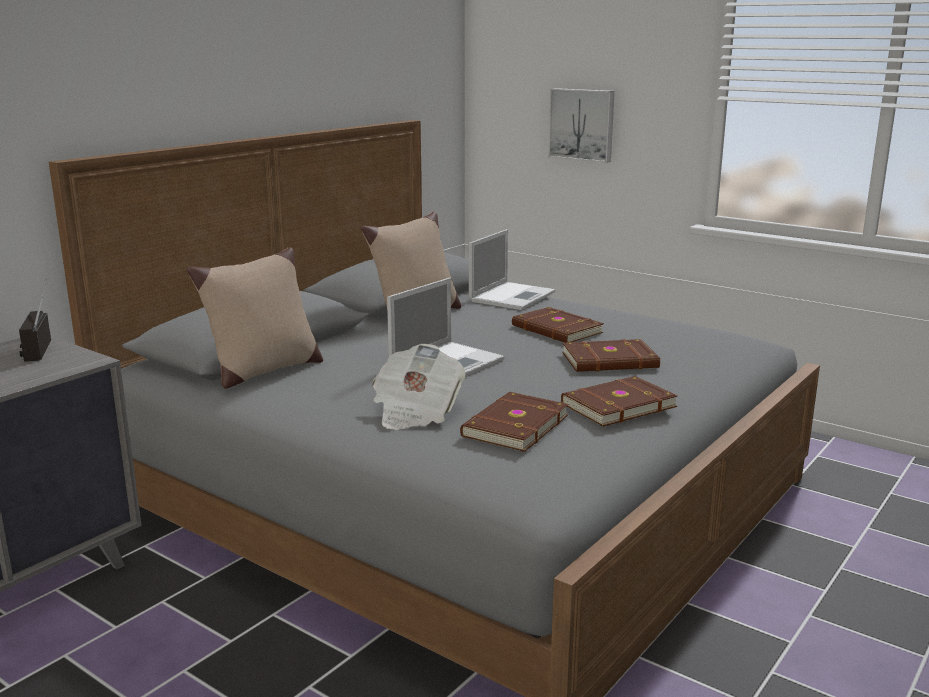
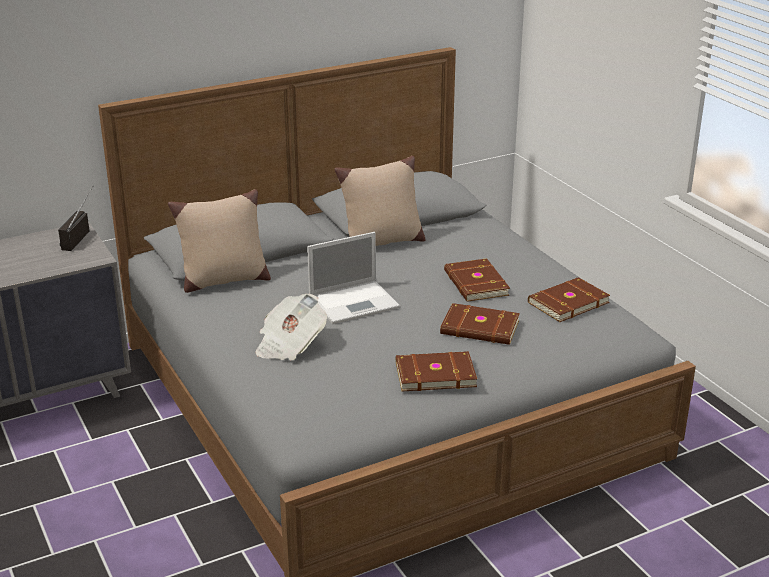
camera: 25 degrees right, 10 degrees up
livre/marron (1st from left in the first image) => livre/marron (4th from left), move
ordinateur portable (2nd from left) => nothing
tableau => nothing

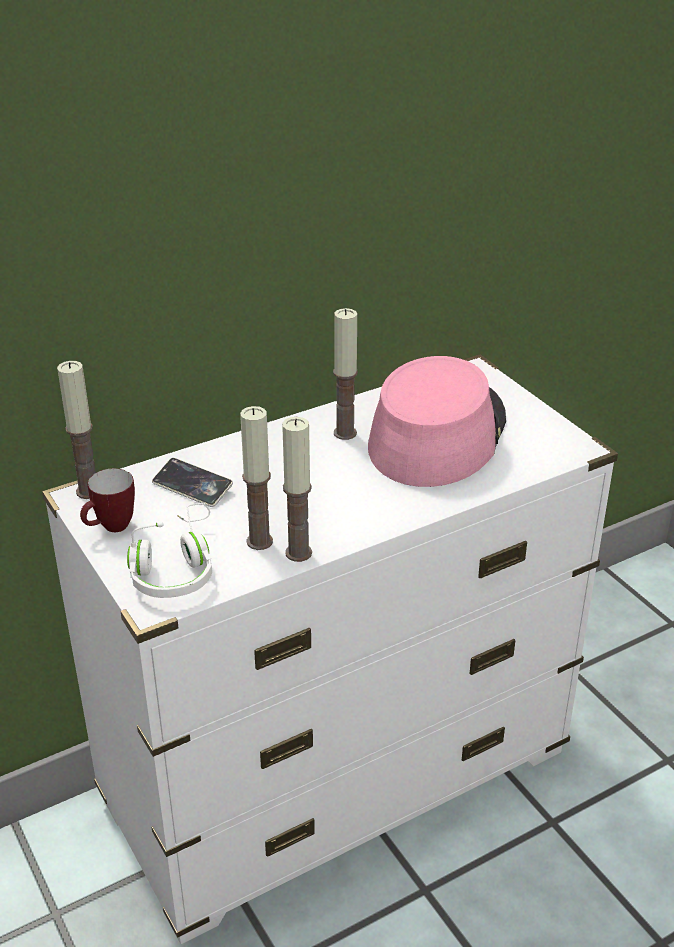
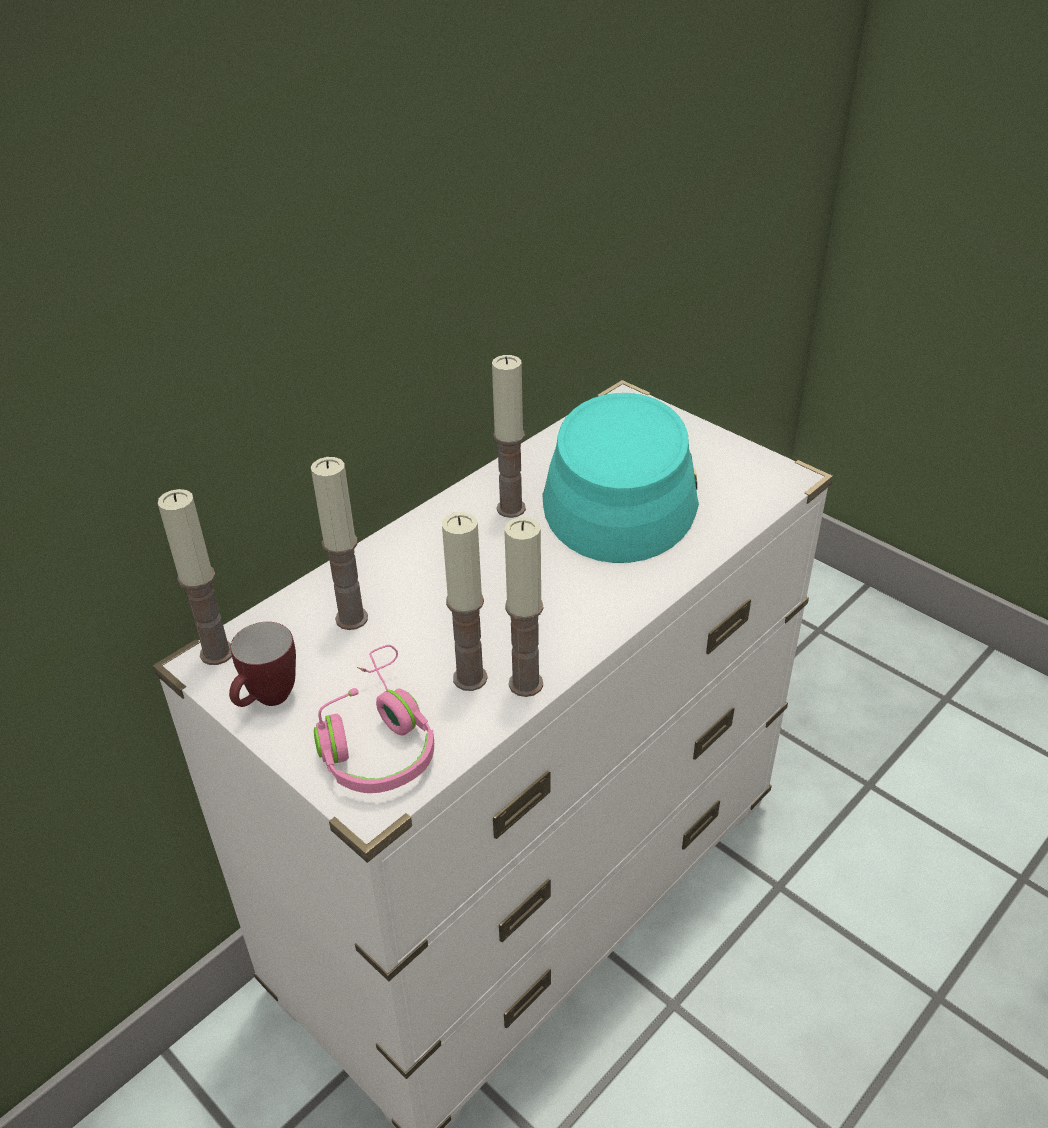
camera: 15 degrees left, 5 degrees up
casque audio/blanc => casque audio/rose
téléphone => bougie (2nd from left)
chapeau/rose => chapeau/turquoise

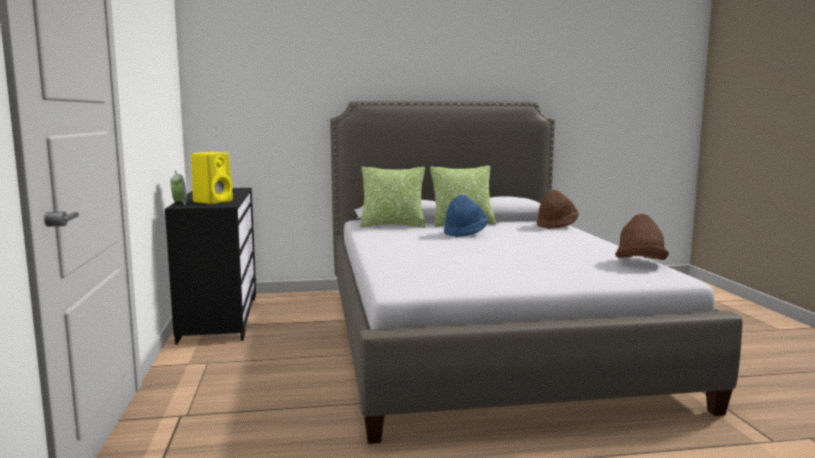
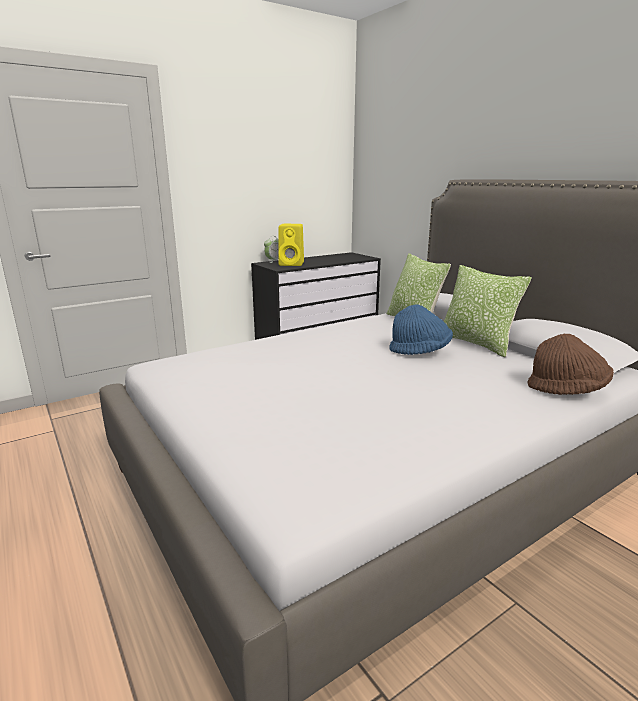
camera: 65 degrees right, 10 degrees up
chapeau/marron (2nd from left) => nothing

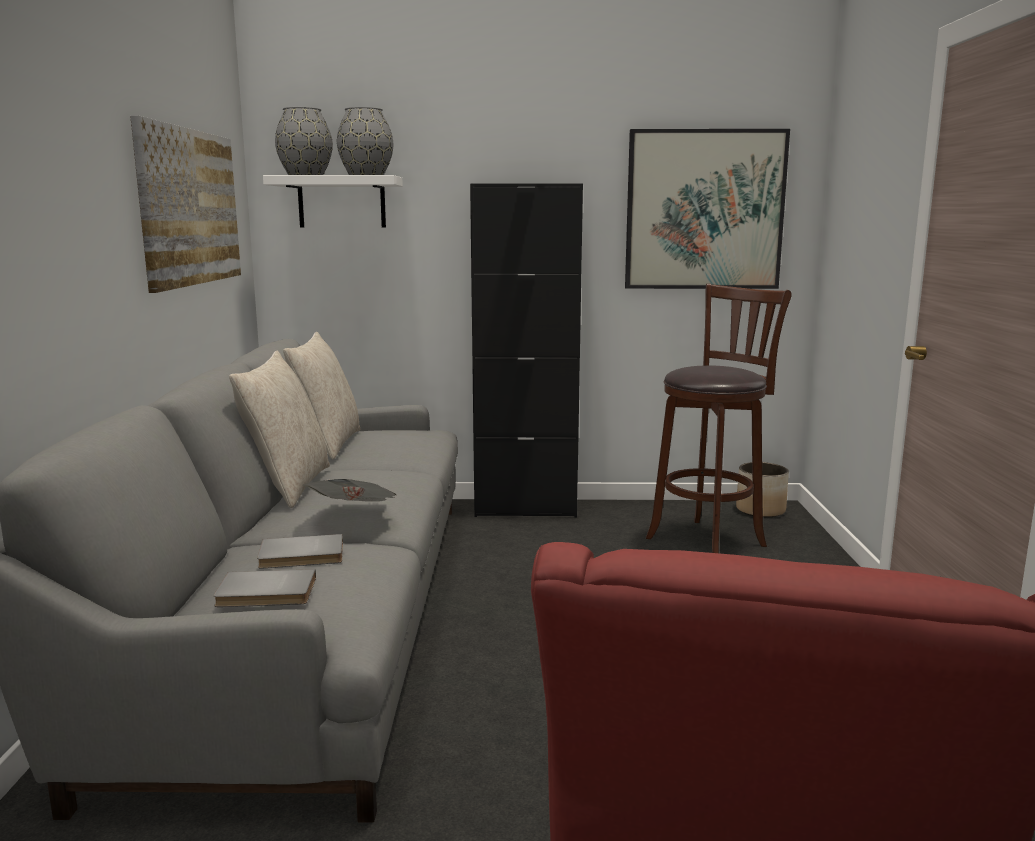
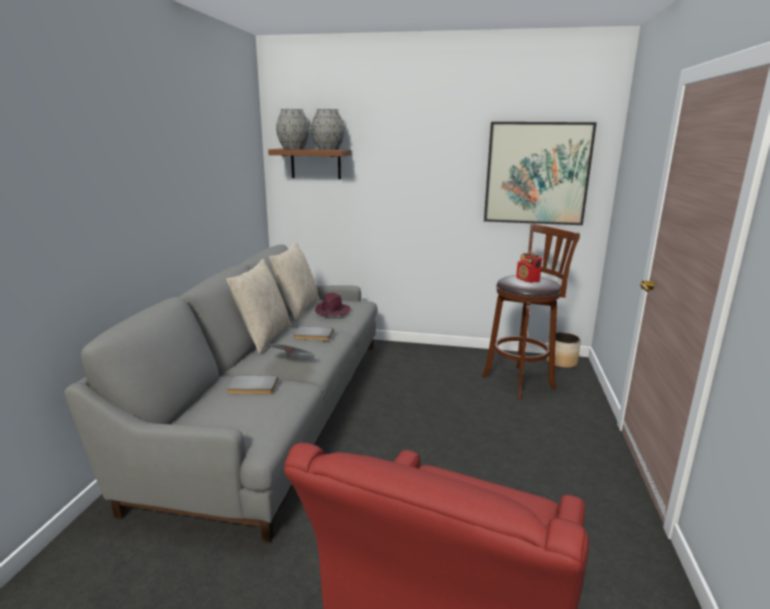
camera: 10 degrees right, 5 degrees up
tableau (1st from left) => nothing
livre/gris (1st from left in the first image) => livre/gris (2nd from left), move
étagère/blanc => étagère/marron
meuble de rangement/noir => nothing
nothing => chapeau/violet
nothing => radio

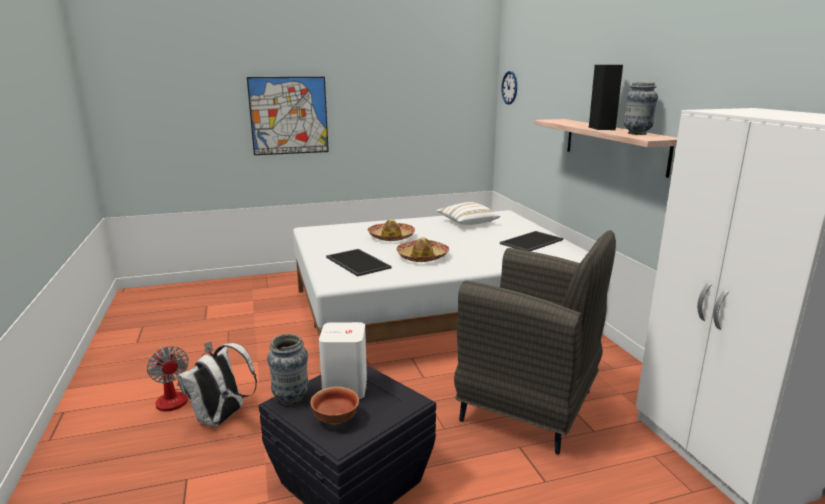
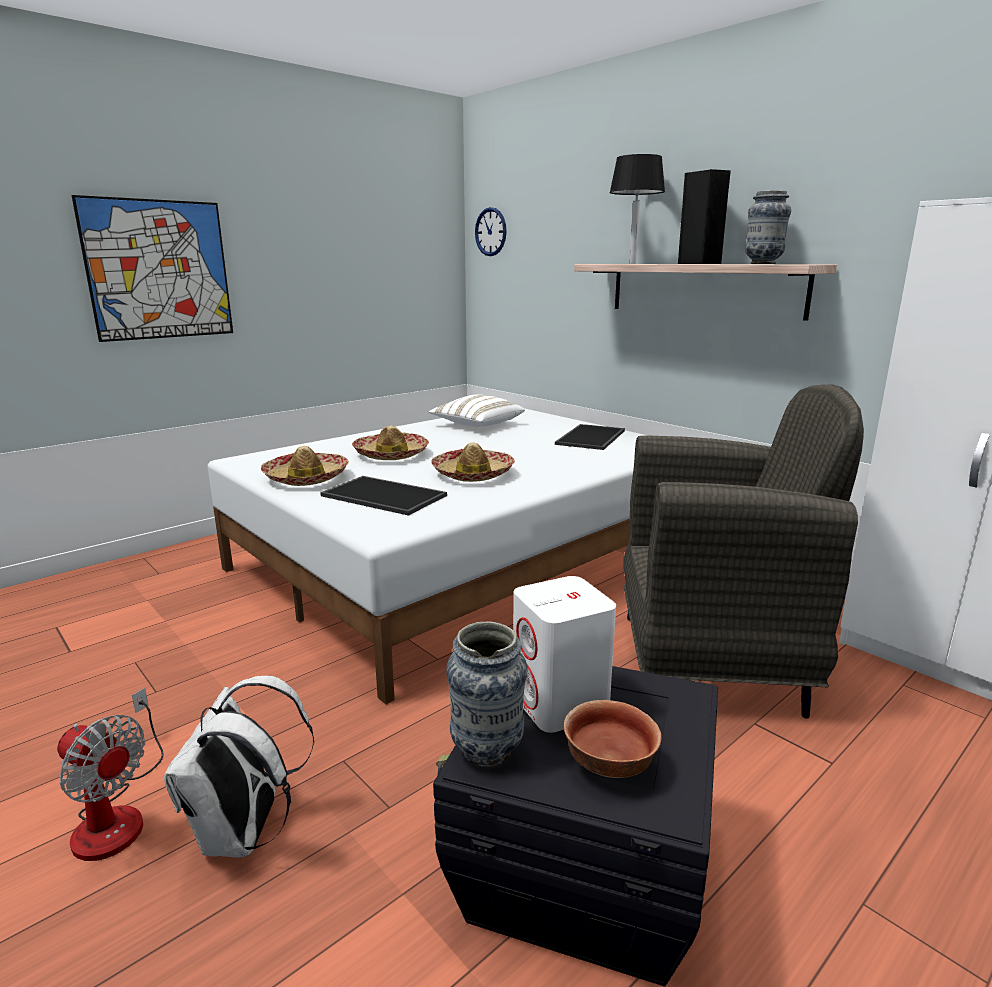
camera: 25 degrees left, 0 degrees up
nothing => chapeau (1st from left)
nothing => lampe de table/noir

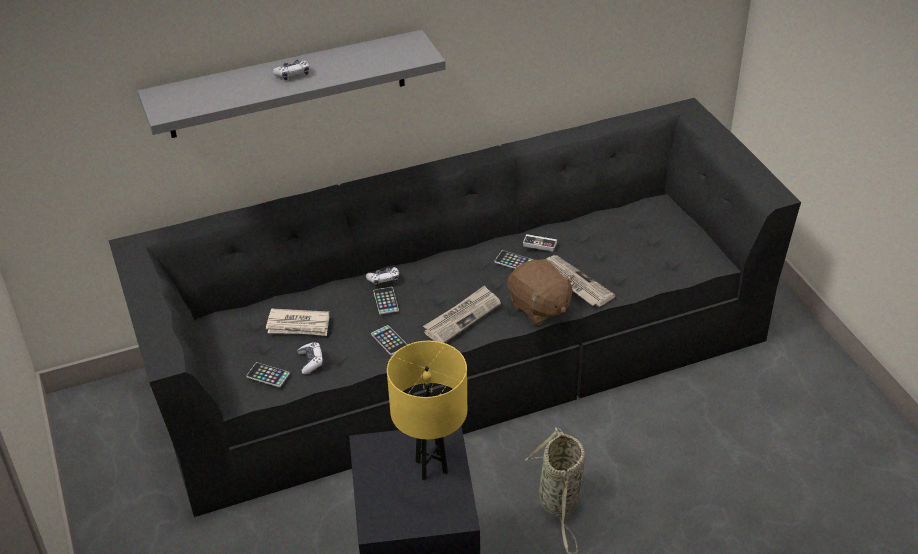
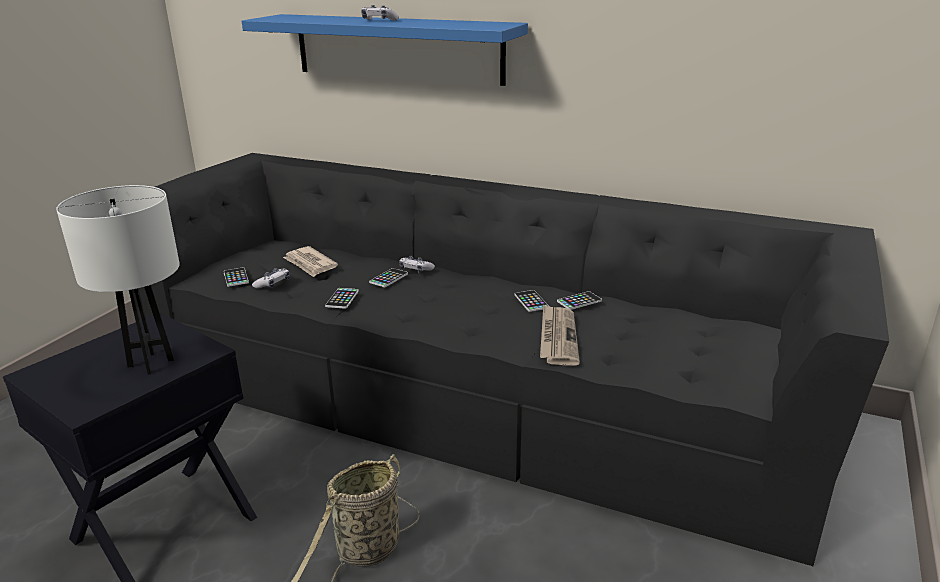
camera: 45 degrees right, 15 degrees down
étagère/gris => étagère/bleu
lampe de table/jaune => lampe de table/blanc
journal (2nd from left) => nothing
peluche/marron => nothing
manette (4th from left) => téléphone (5th from left)

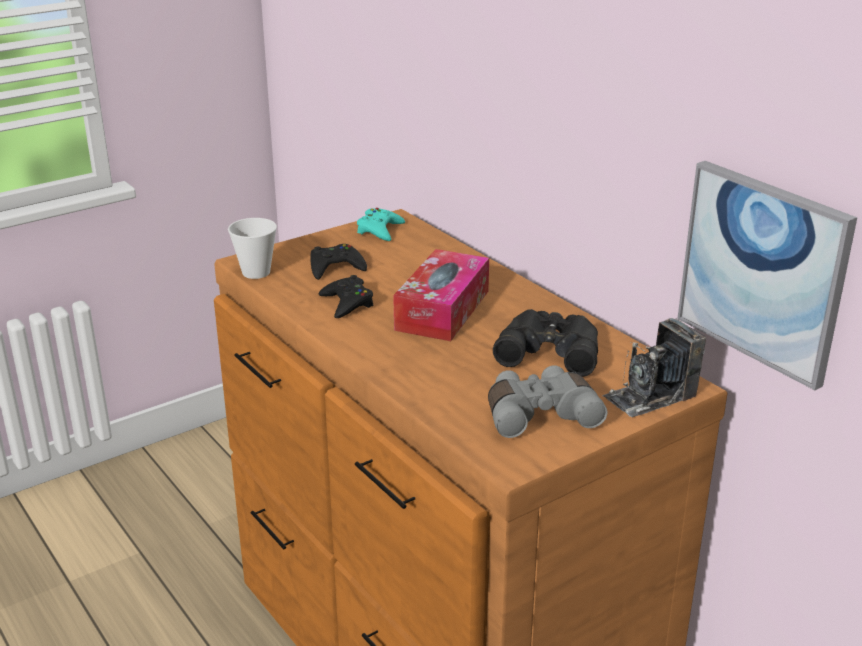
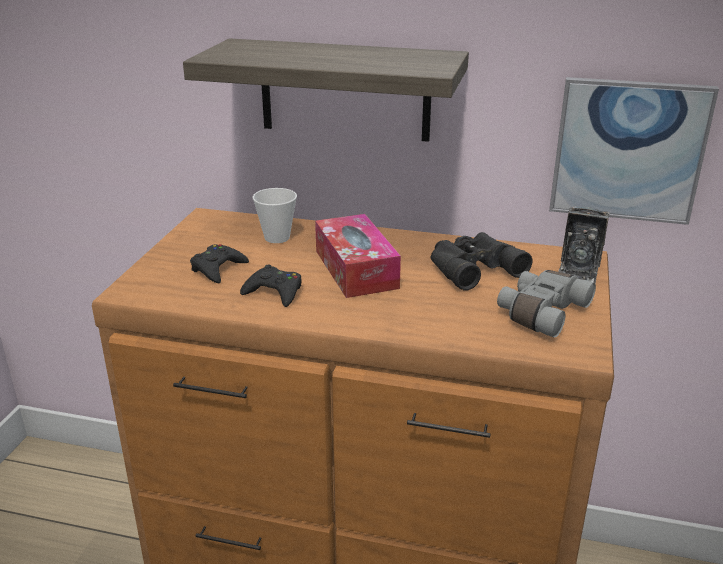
camera: 40 degrees left, 0 degrees up
tasse, move
manette/turquoise => nothing
nothing => étagère

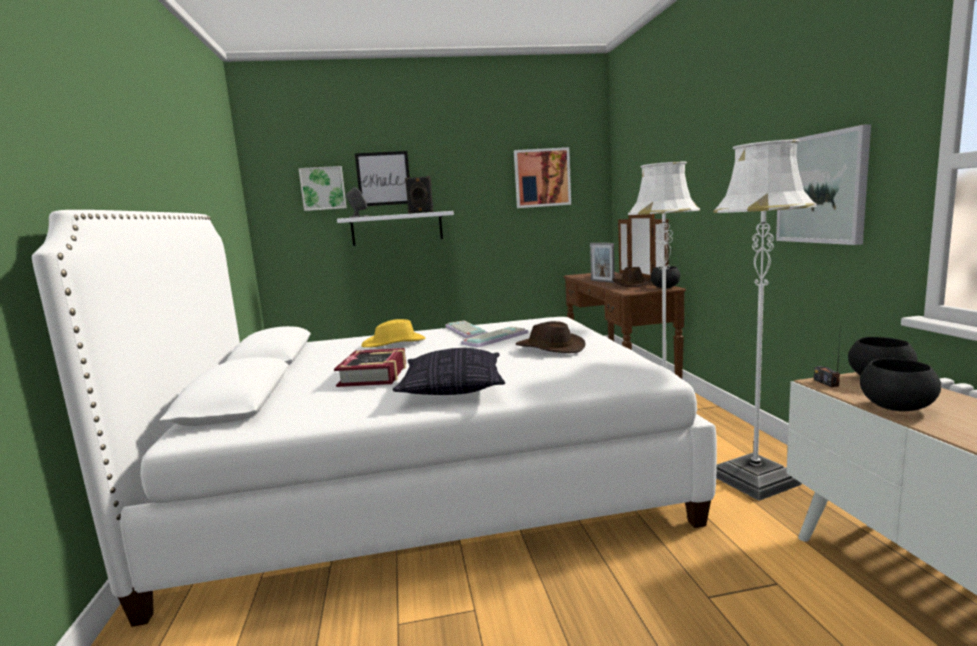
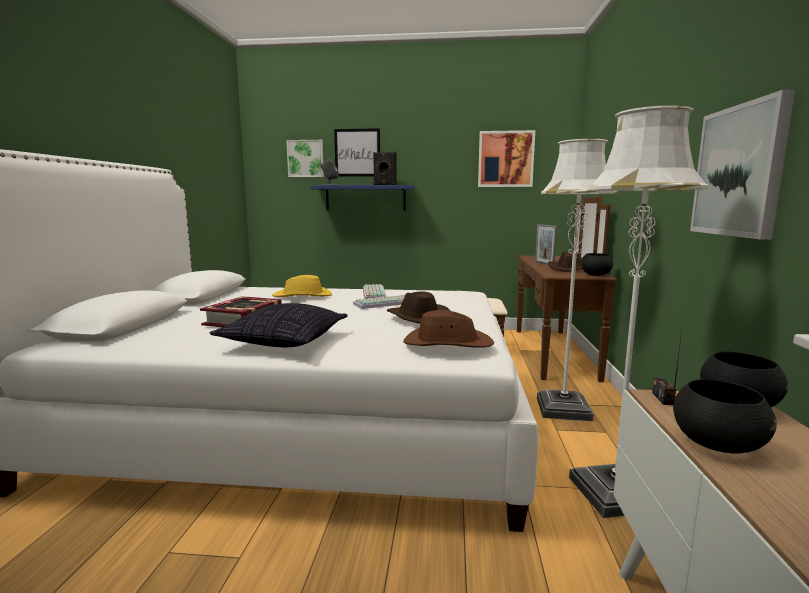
camera: 15 degrees right, 0 degrees up
étagère/blanc => étagère/bleu
nothing => chapeau/marron (2nd from left)

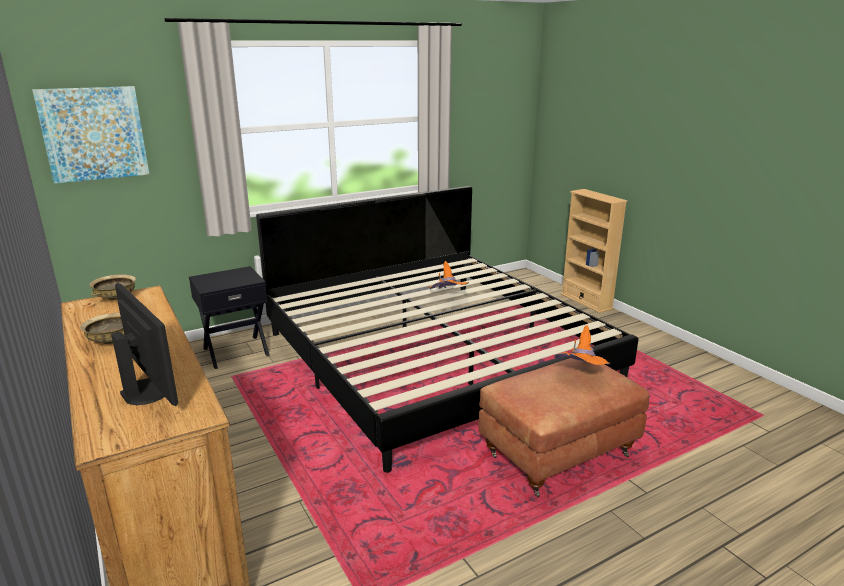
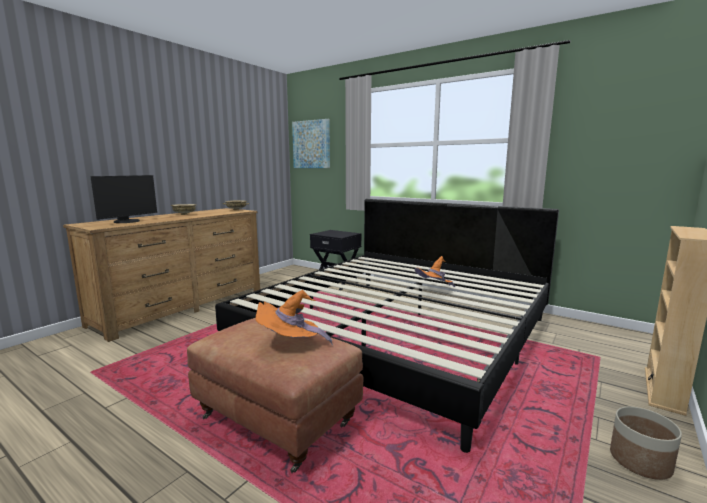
camera: 65 degrees right, 10 degrees down
nothing => cache-pot

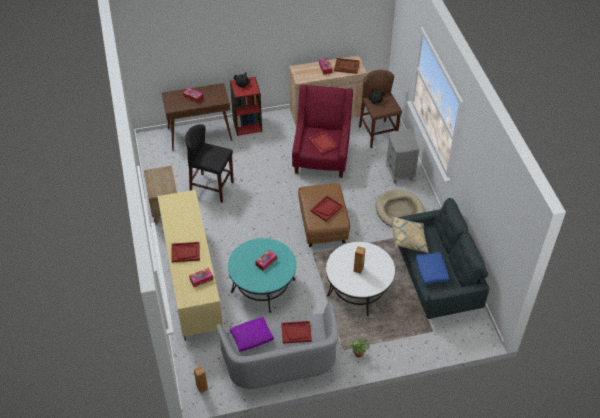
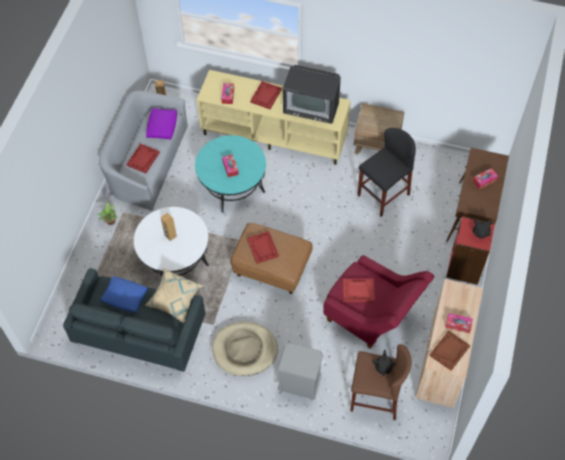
camera: 120 degrees right, 10 degrees up
nothing => téléviseur

